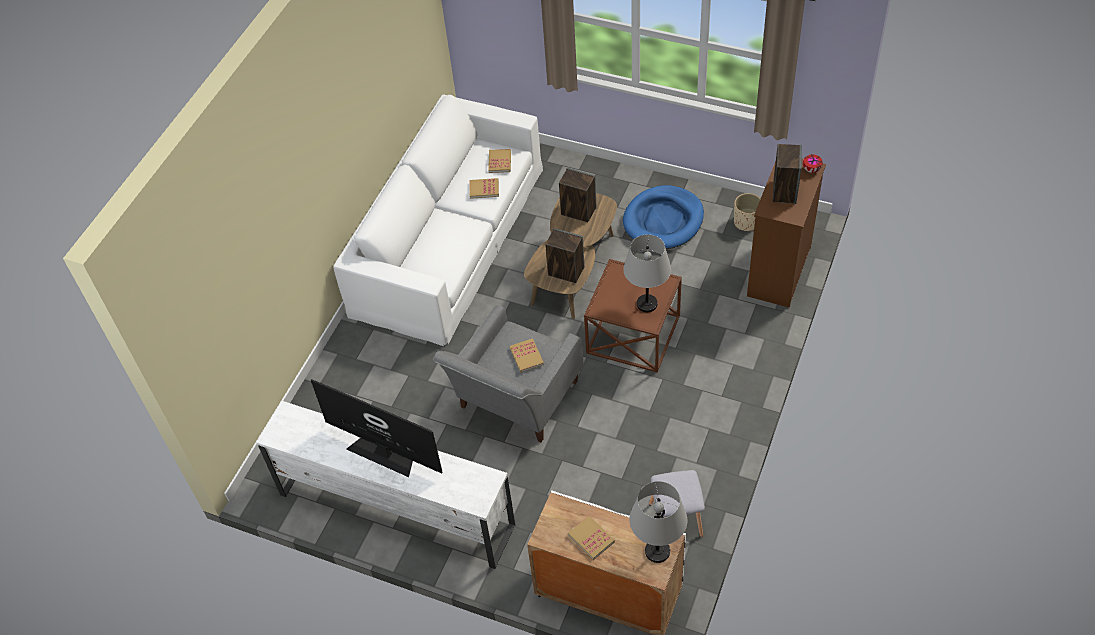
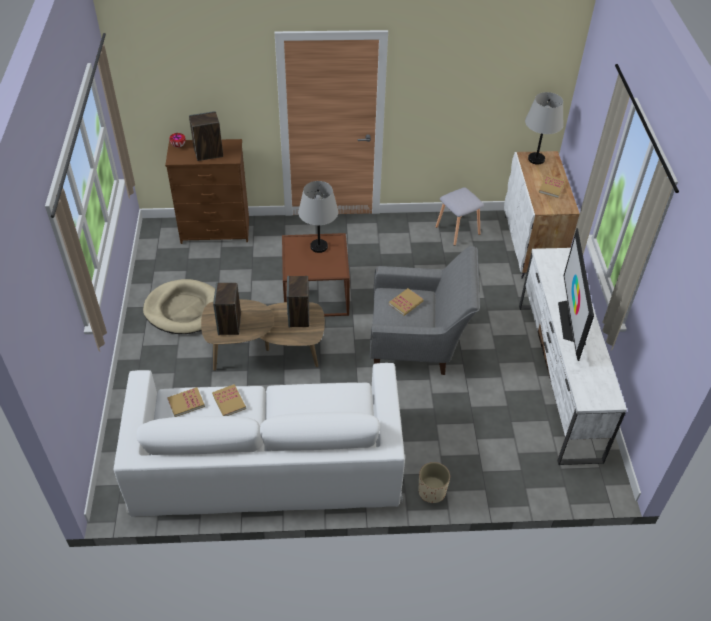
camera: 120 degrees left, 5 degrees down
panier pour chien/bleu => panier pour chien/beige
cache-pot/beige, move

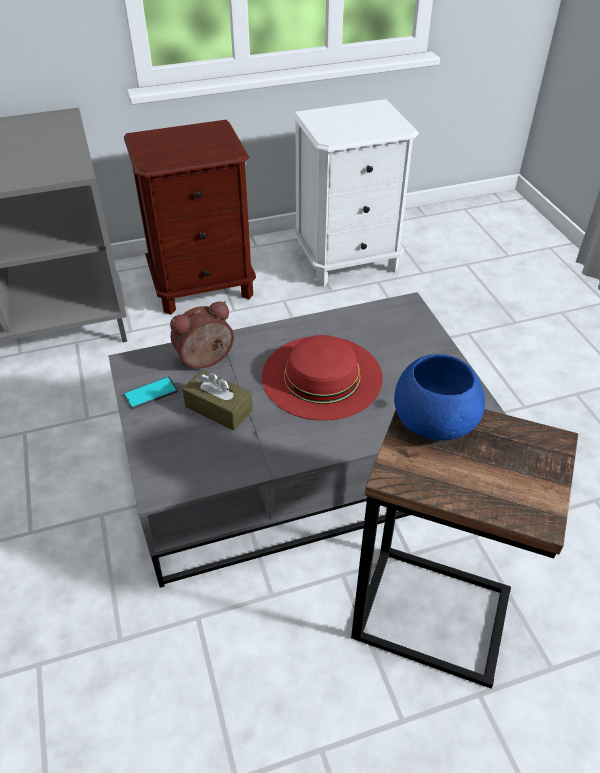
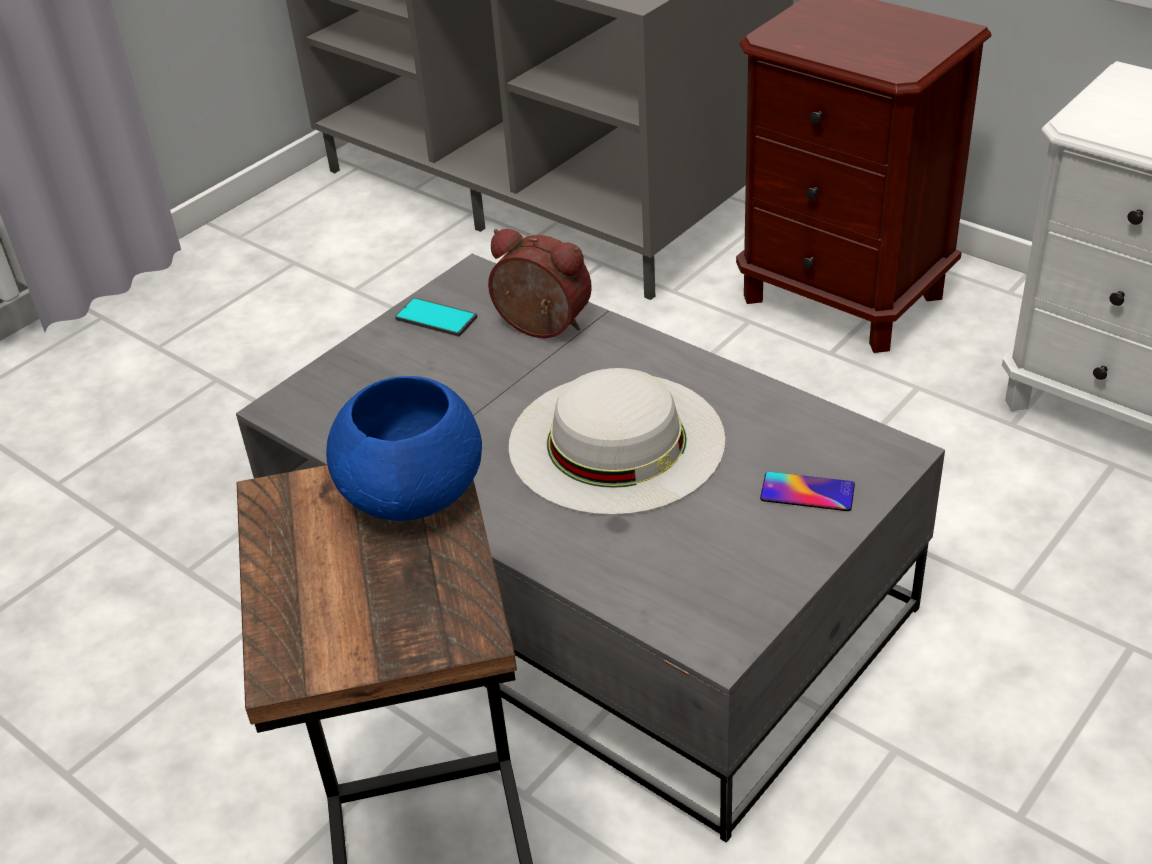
camera: 60 degrees right, 5 degrees down
boîte à mouchoirs/marron => nothing
chapeau/rouge => chapeau/blanc
nothing => téléphone (2nd from left)

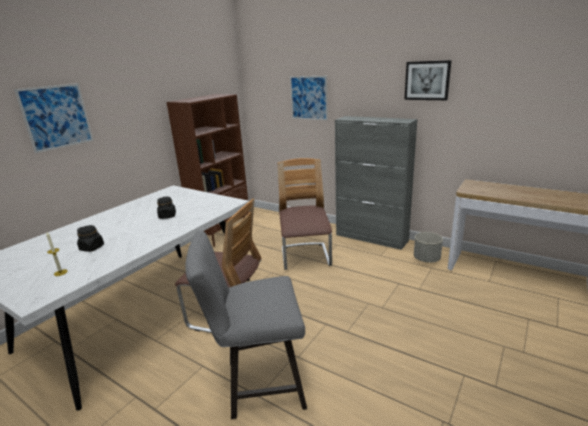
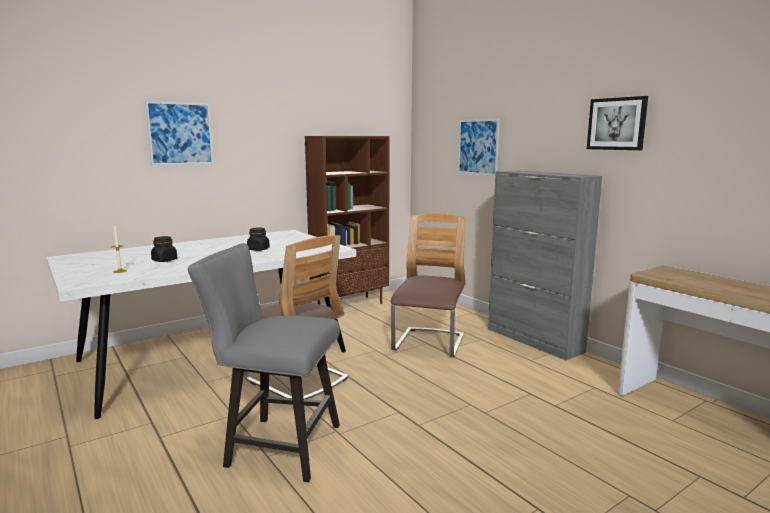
camera: 20 degrees right, 10 degrees down
cache-pot/gris => nothing

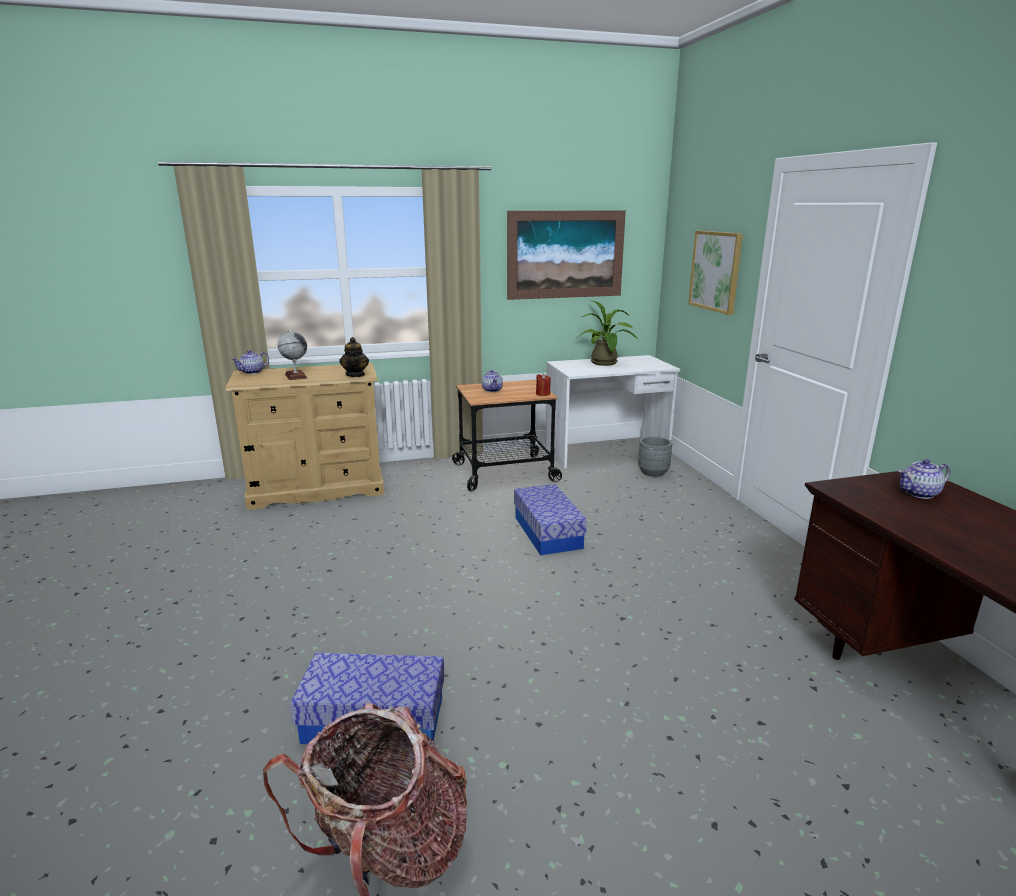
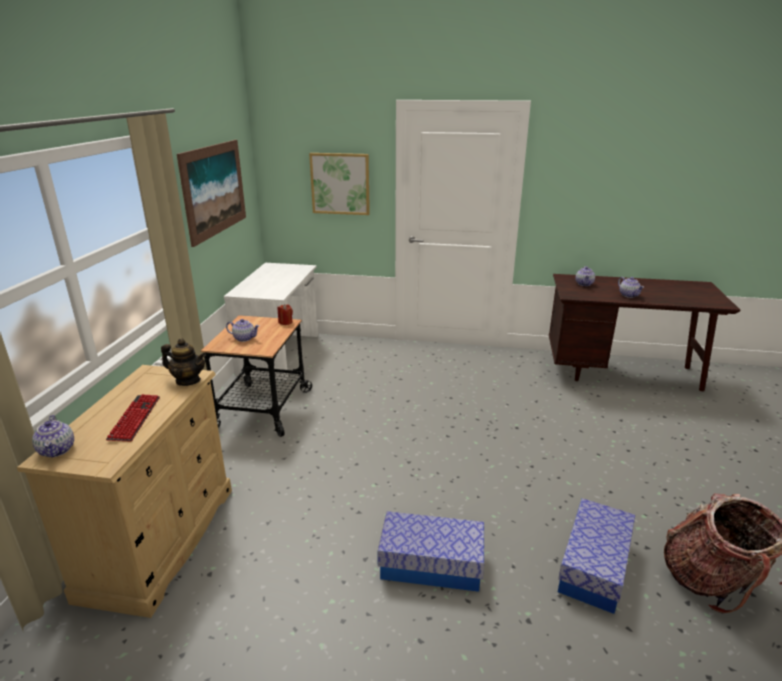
camera: 65 degrees left, 5 degrees up
globe => clavier
boîte de rangement (2nd from left in the first image) => boîte de rangement (1st from left), move
plante en pot => nothing
cache-pot/gris => nothing
nothing => théière (5th from left)

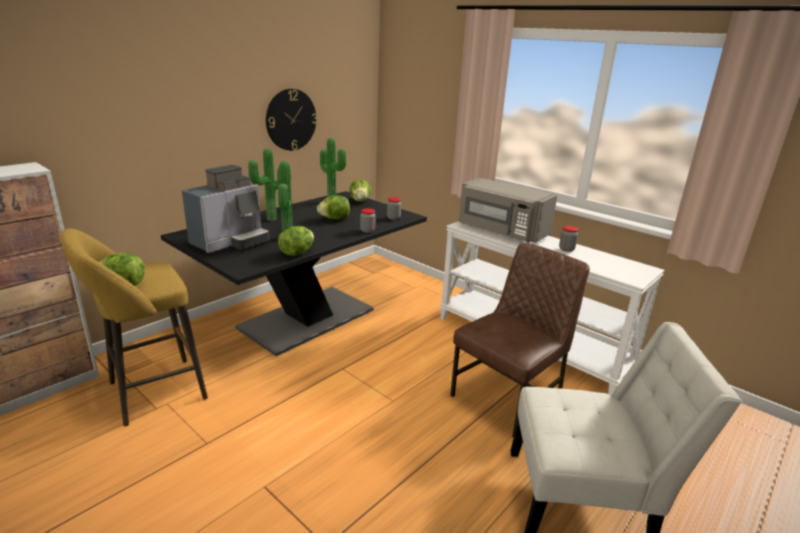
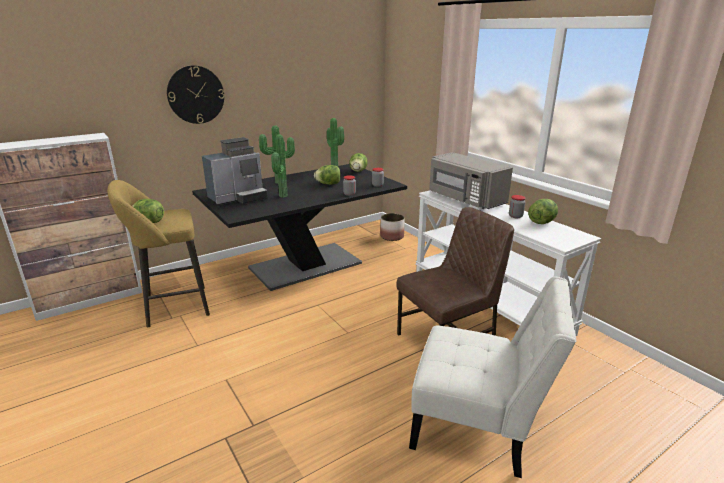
camera: 15 degrees right, 0 degrees up
horloge murale, move
laitue (2nd from left in the first image) => laitue (4th from left), move
nothing => cache-pot

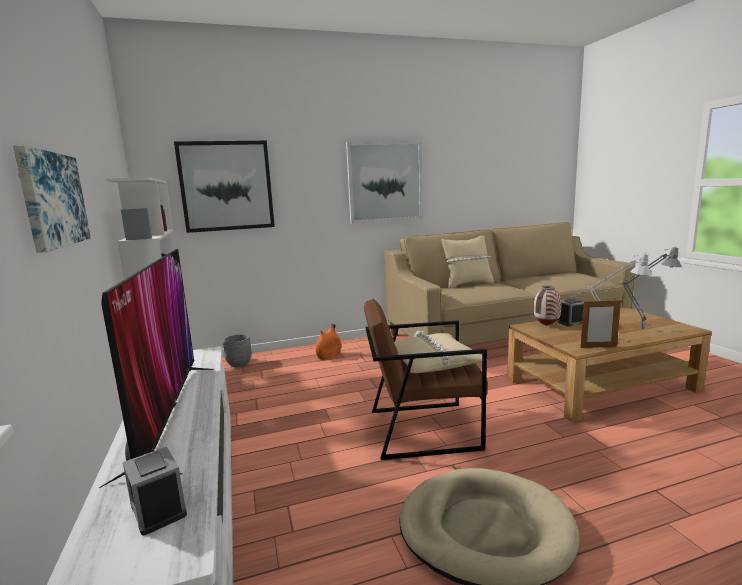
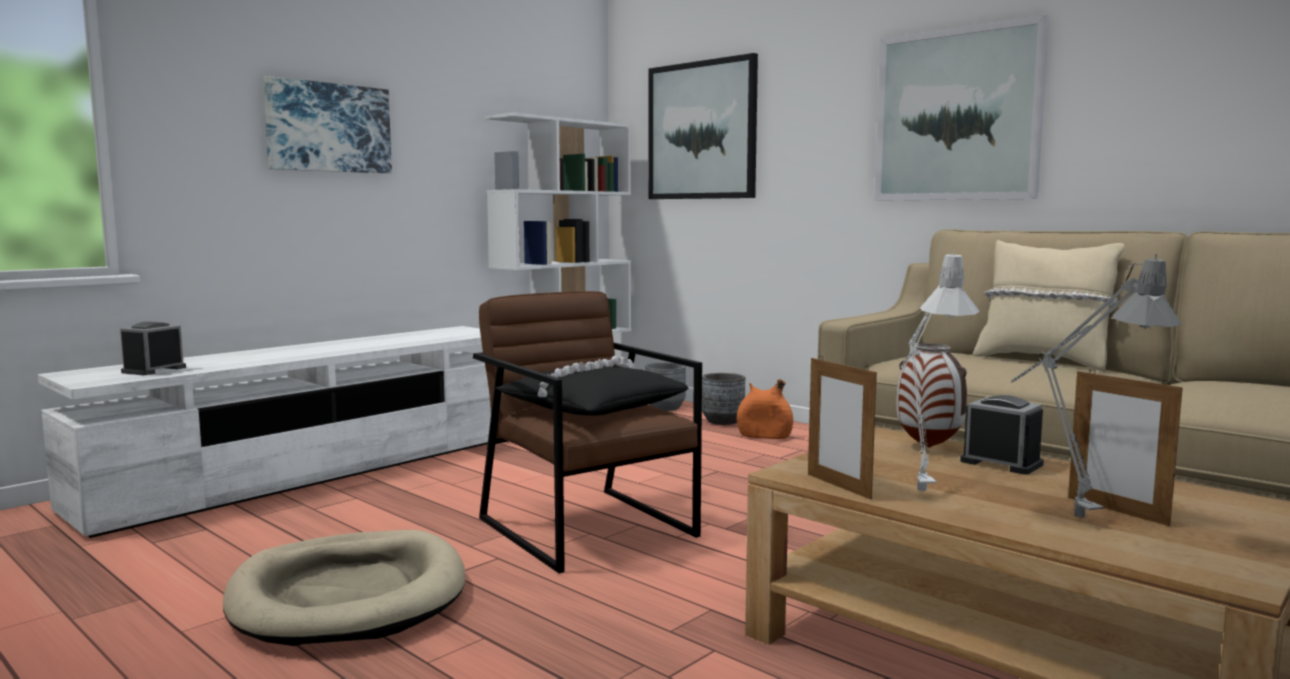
camera: 60 degrees right, 5 degrees down
téléviseur => nothing
coussin/beige (1st from left) => coussin/noir
nothing => cache-pot/gris (2nd from left)
nothing => cadre photo (2nd from left)

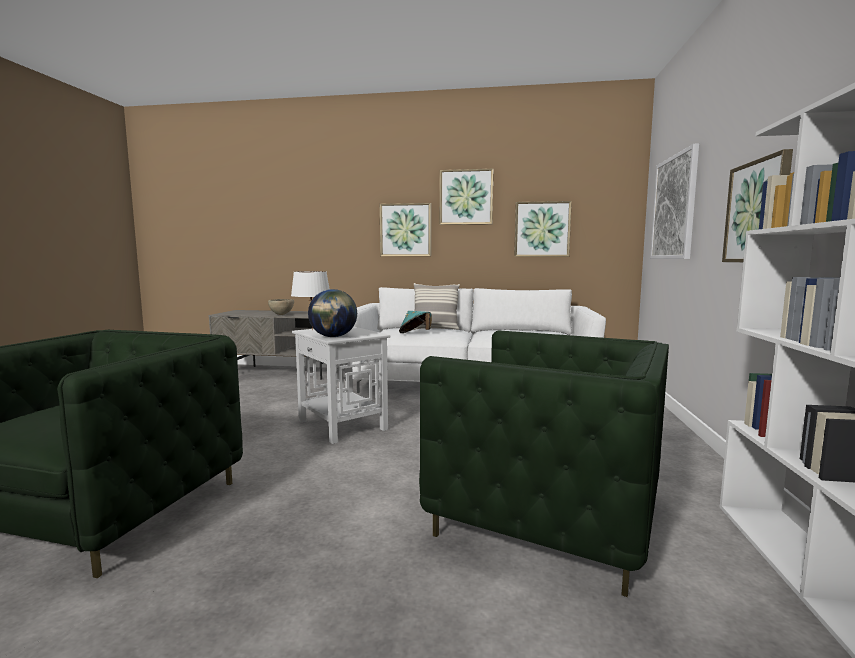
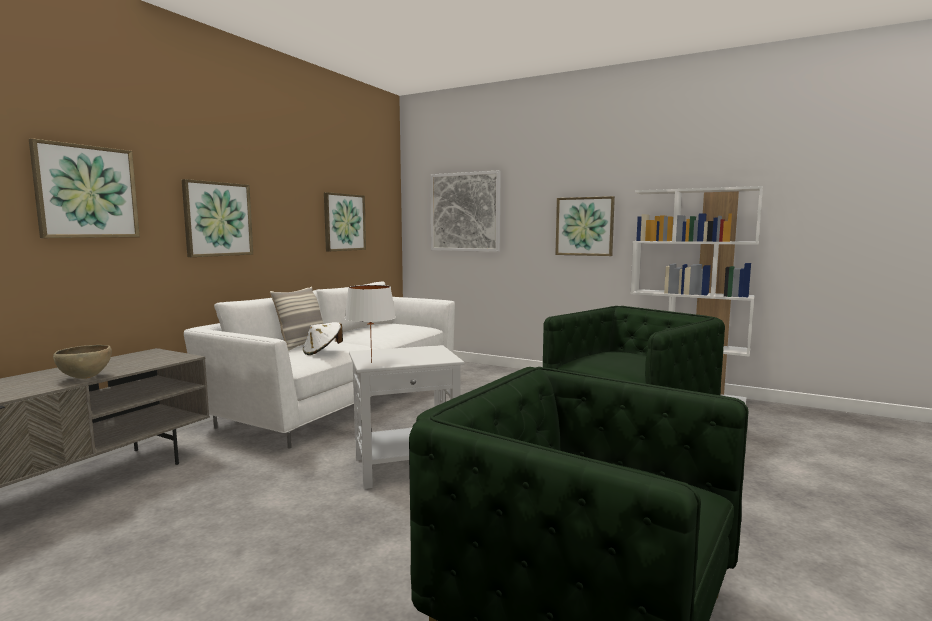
camera: 70 degrees left, 0 degrees up
globe => nothing
chapeau/turquoise => chapeau/blanc
tableau (2nd from left in the first image) => tableau (1st from left), move

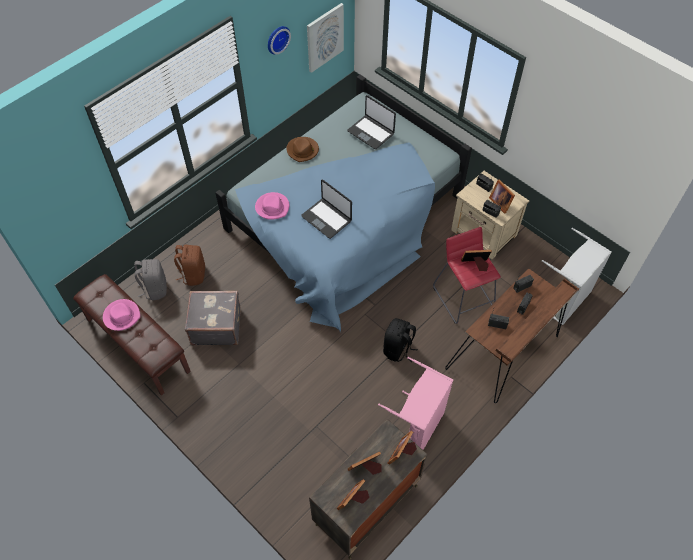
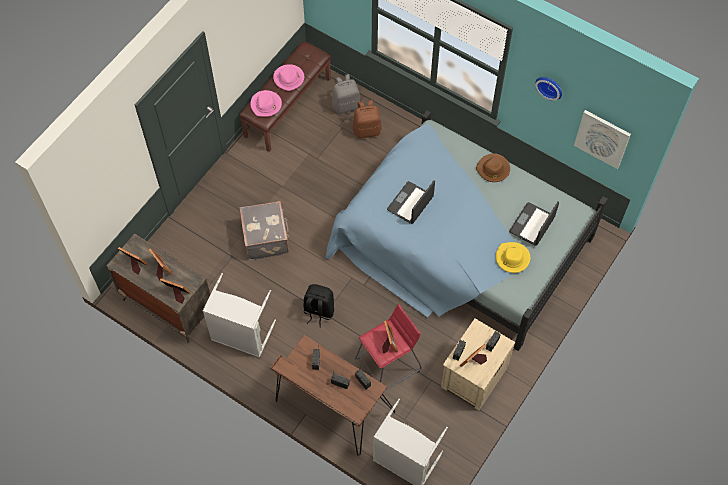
camera: 80 degrees right, 5 degrees up
valise/gris, move
chapeau/rose (2nd from left in the first image) => chapeau/rose (1st from left), move
panier à linge/rose => panier à linge/gris (1st from left)
nothing => chapeau/jaune

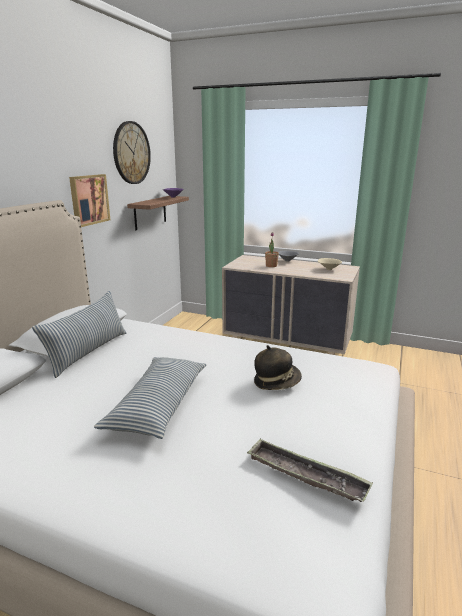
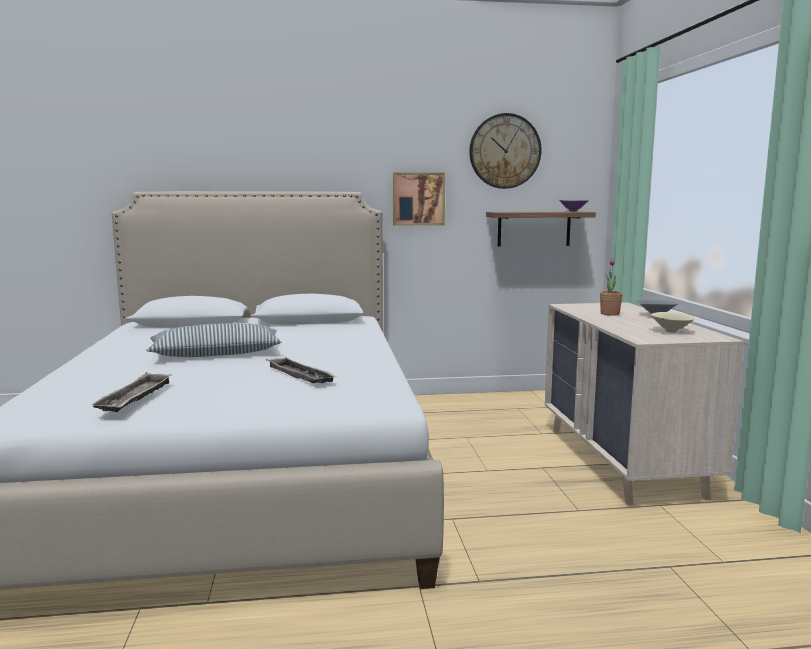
camera: 60 degrees right, 10 degrees down
coussin (1st from left) => nothing
chapeau => plateau (2nd from left)

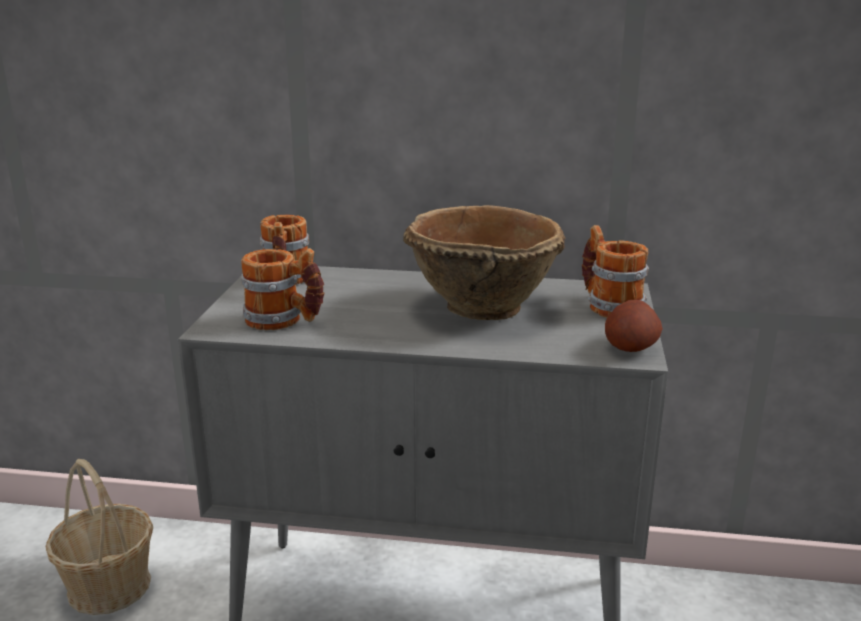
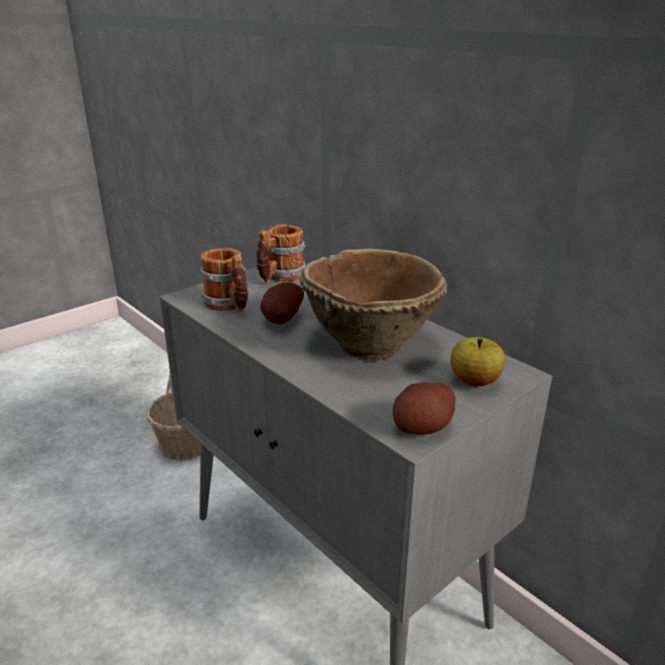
camera: 40 degrees right, 5 degrees up
mug (3rd from left) => pomme
nothing => pomme de terre (1st from left)

